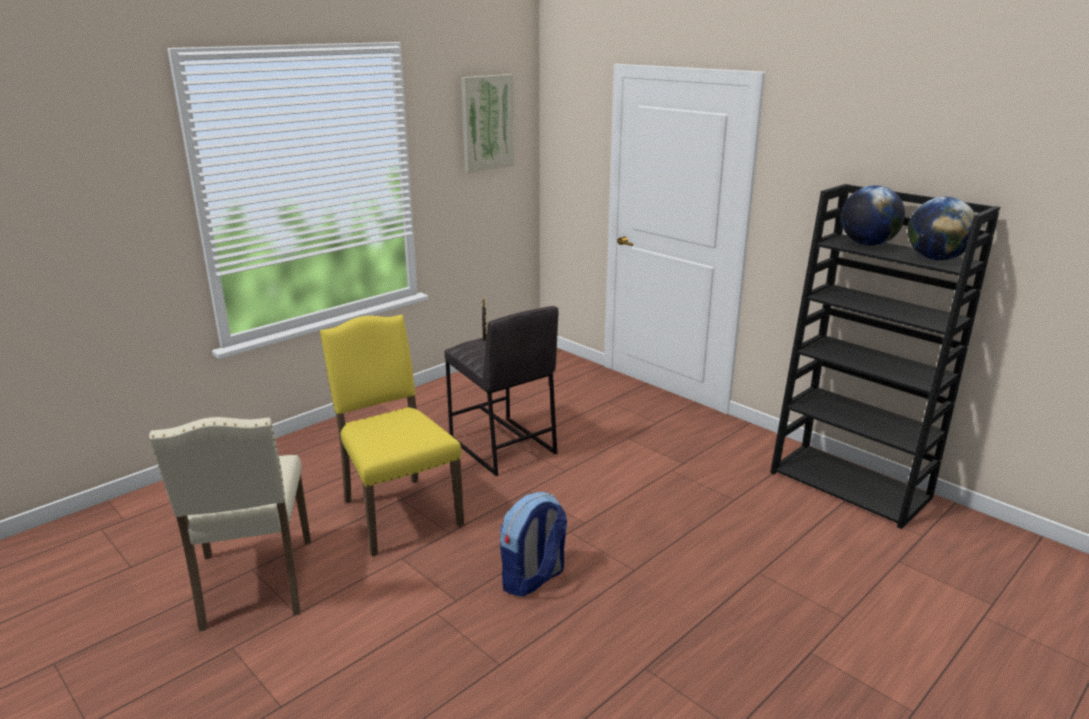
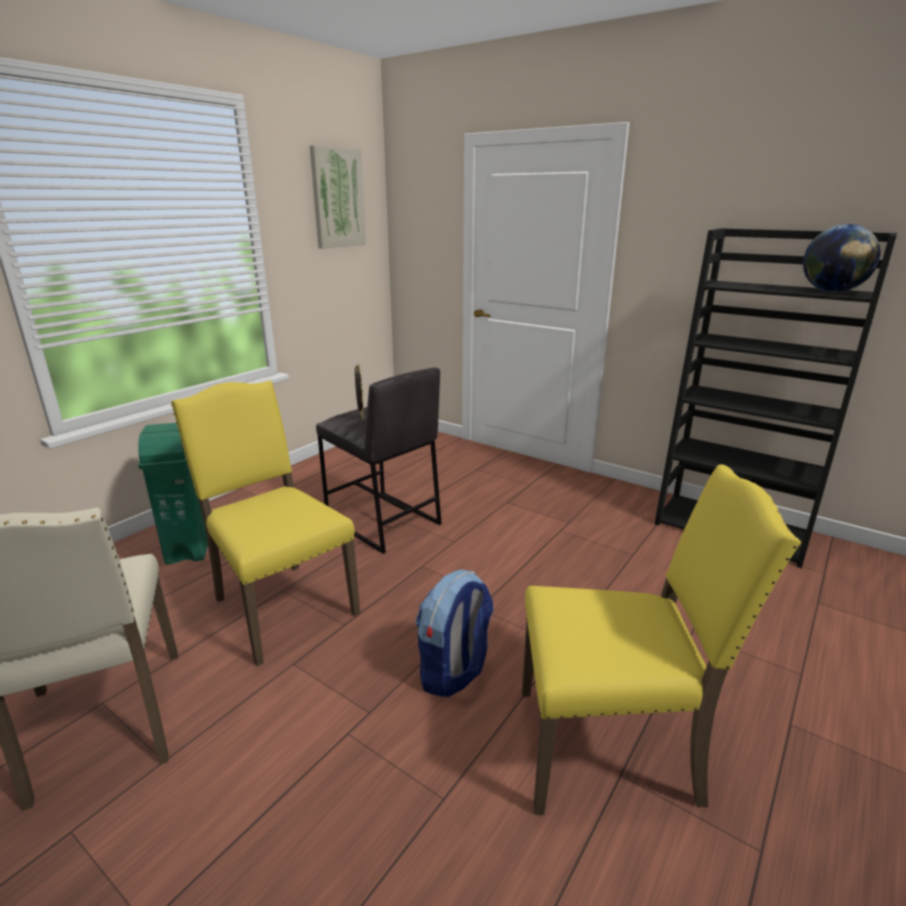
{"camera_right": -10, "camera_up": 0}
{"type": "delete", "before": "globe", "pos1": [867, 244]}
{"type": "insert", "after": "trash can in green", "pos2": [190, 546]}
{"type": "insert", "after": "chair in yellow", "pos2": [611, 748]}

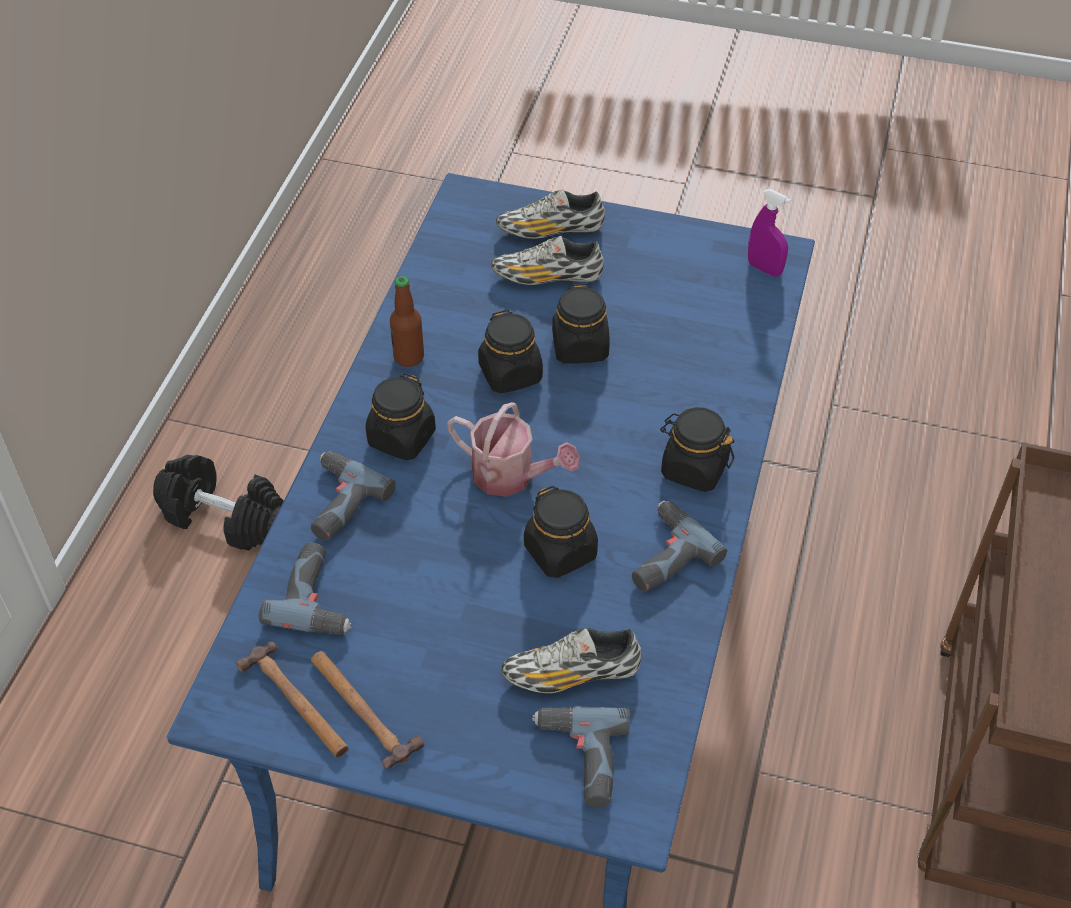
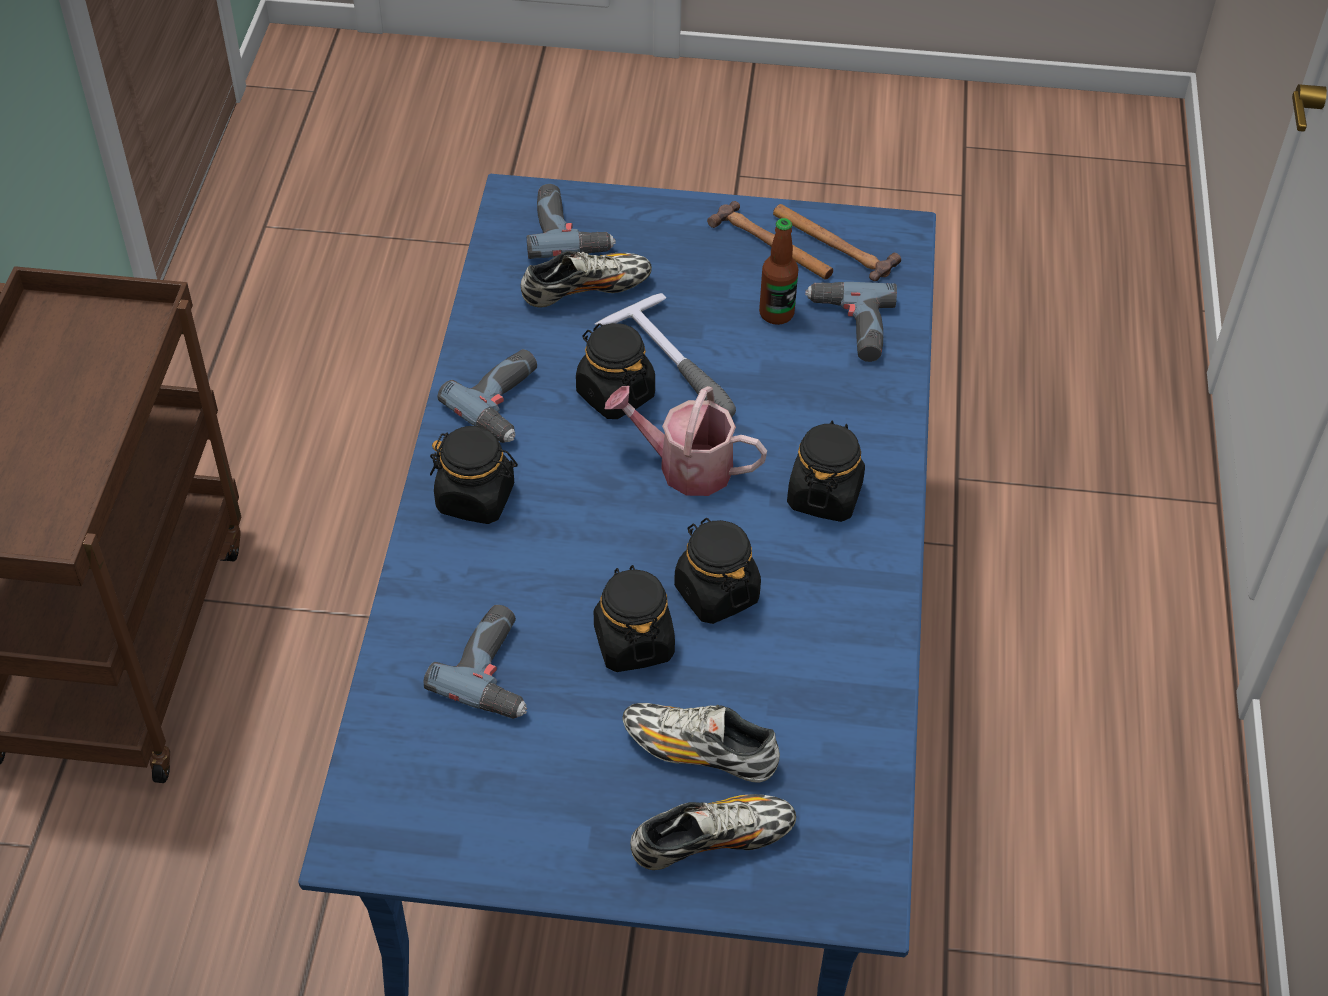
{"camera_right": 170, "camera_up": 0}
{"type": "delete", "before": "dumbbell in black", "pos1": [224, 517]}
{"type": "delete", "before": "spray bottle in purple", "pos1": [764, 268]}
{"type": "insert", "after": "hammer", "pos2": [677, 367]}
{"type": "move", "before": "power drill", "pos1": [336, 502], "pos2": [497, 670]}
{"type": "move", "before": "bottle", "pos1": [409, 357], "pos2": [776, 314]}
{"type": "rotate", "before": "shoe", "pos1": [547, 277], "pos2": [699, 752], "turn": -150}

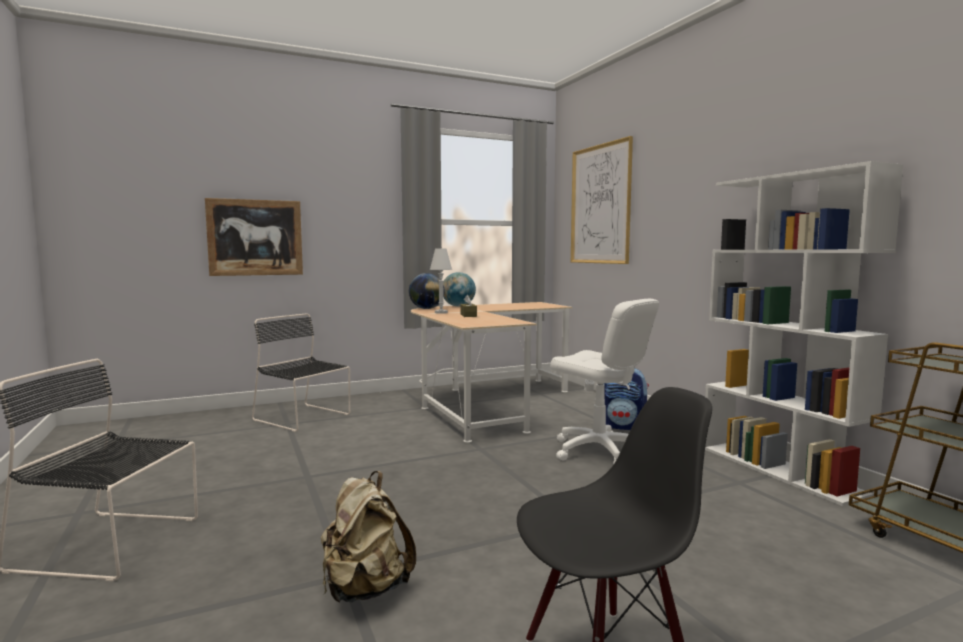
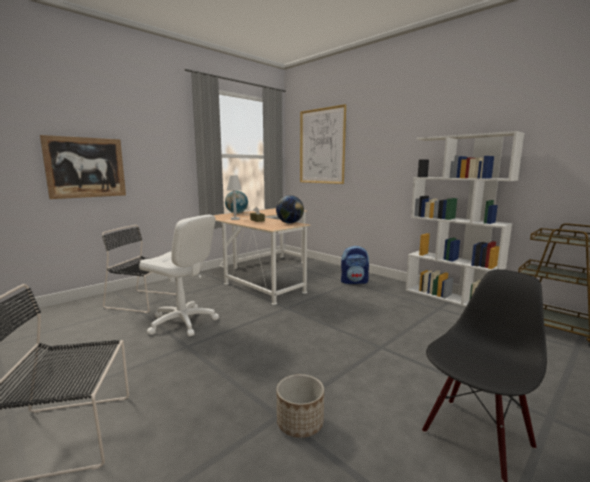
{"camera_right": -20, "camera_up": 5}
{"type": "move", "before": "globe", "pos1": [426, 308], "pos2": [290, 223]}
{"type": "move", "before": "office chair in white", "pos1": [599, 451], "pos2": [182, 322]}
{"type": "replace", "before": "backpack in beige", "after": "planter", "pos1": [364, 589], "pos2": [300, 423]}

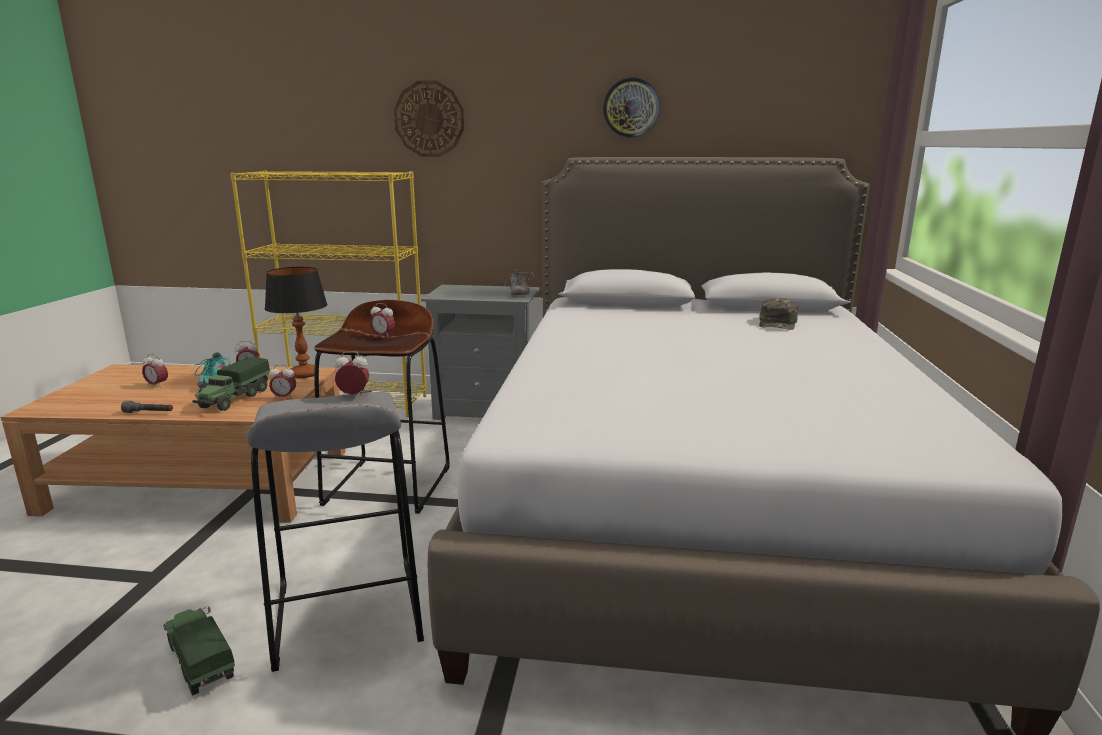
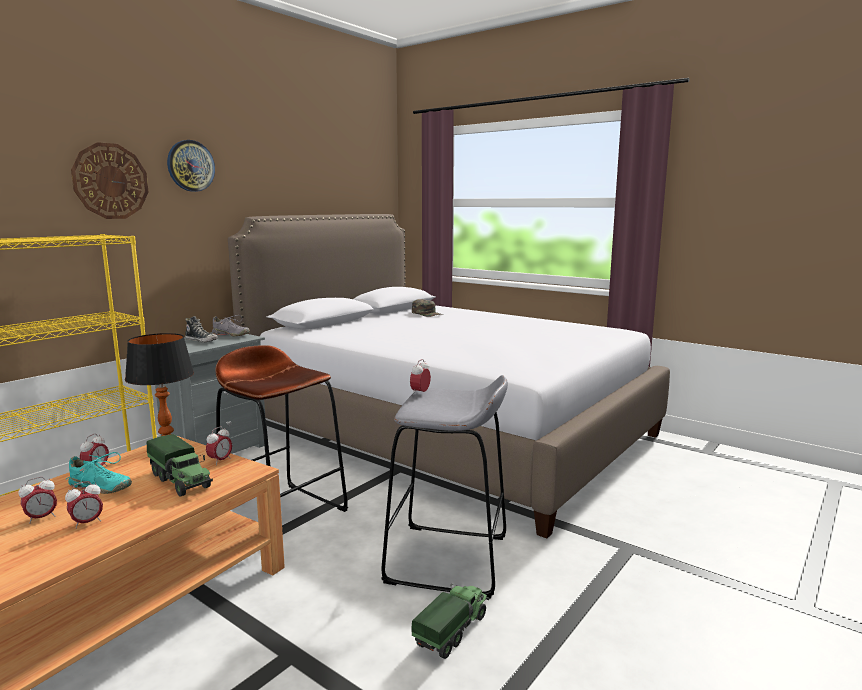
{"camera_right": -60, "camera_up": -5}
{"type": "delete", "before": "flashlight in grey", "pos1": [149, 413]}
{"type": "insert", "after": "shoe", "pos2": [202, 340]}
{"type": "move", "before": "alarm clock", "pos1": [383, 336], "pos2": [87, 523]}
{"type": "move", "before": "wall clock", "pos1": [631, 108], "pos2": [190, 166]}
{"type": "rotate", "before": "toy truck", "pos1": [200, 661], "pos2": [453, 630], "turn": 135}

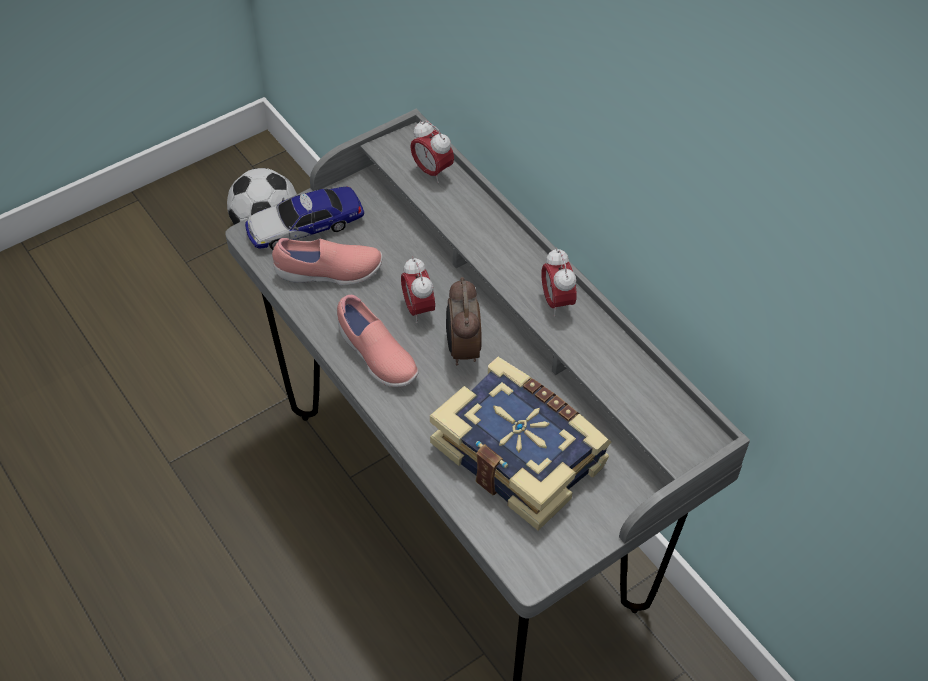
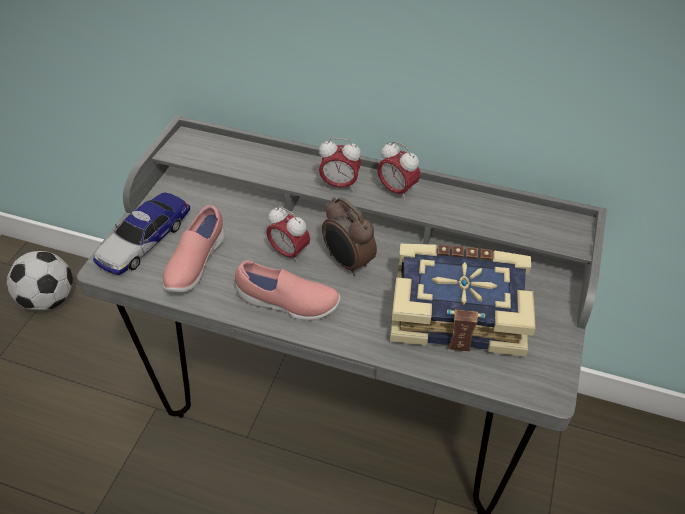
{"camera_right": -35, "camera_up": -5}
{"type": "move", "before": "alarm clock", "pos1": [432, 171], "pos2": [339, 185]}
{"type": "rotate", "before": "shoe in pink", "pos1": [329, 273], "pos2": [195, 264], "turn": 150}

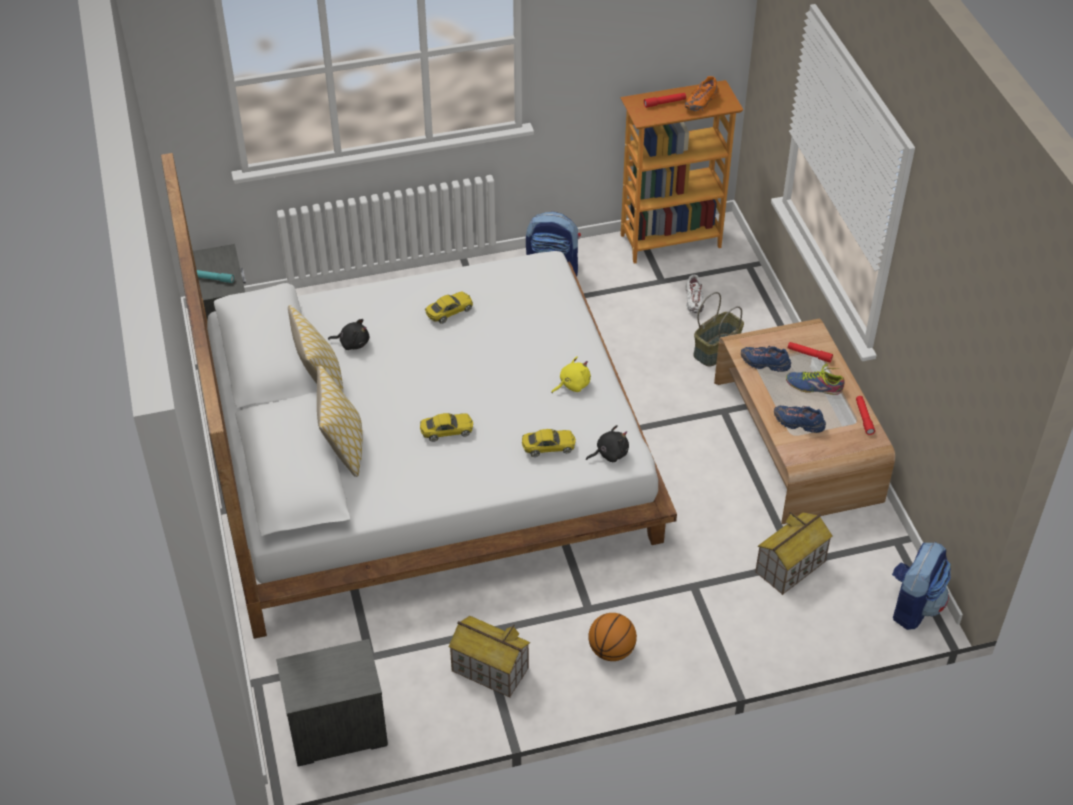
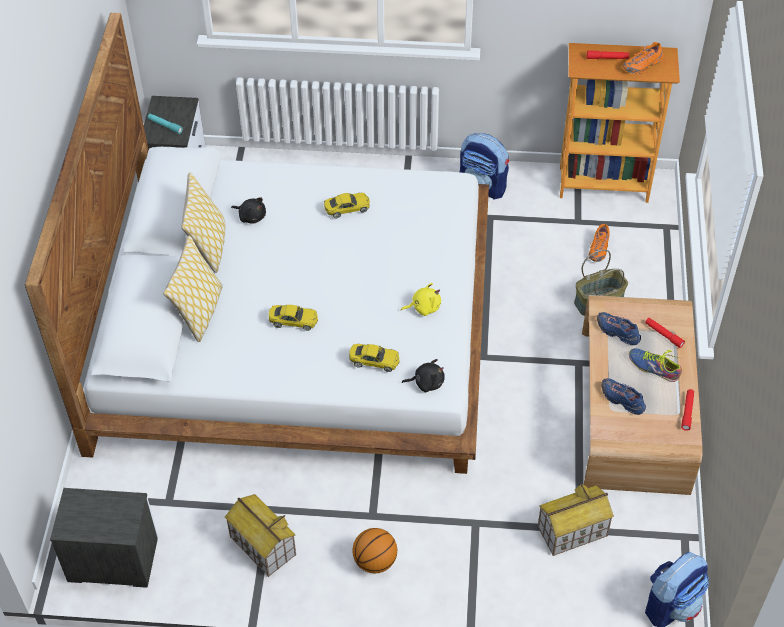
{"camera_right": 20, "camera_up": 5}
{"type": "recolor", "before": "shoe in white", "after": "shoe in orange", "pos1": [694, 301], "pos2": [599, 248]}

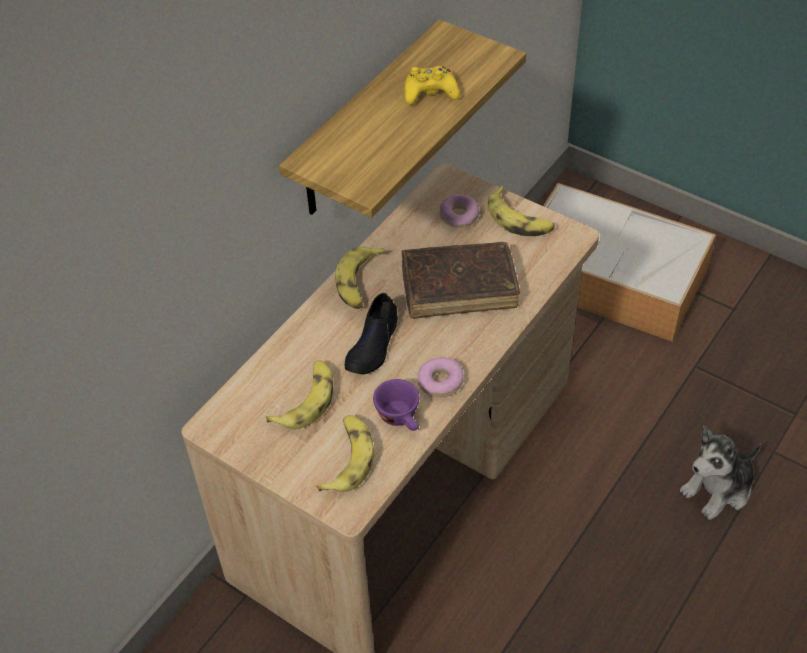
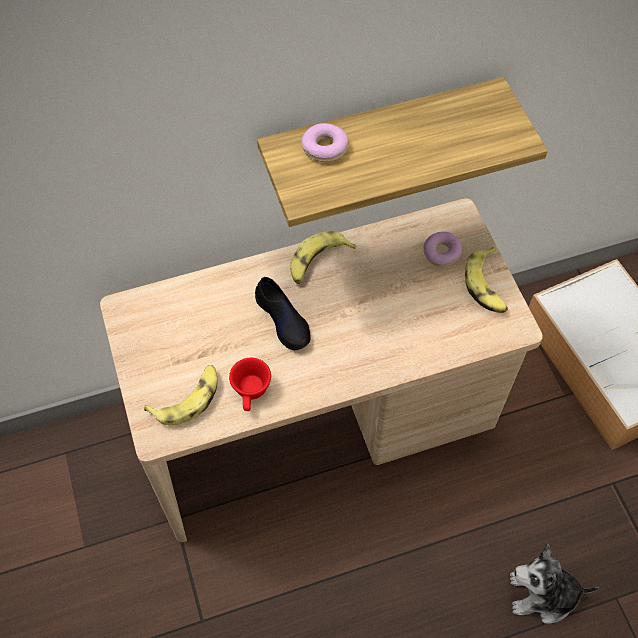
{"camera_right": 35, "camera_up": 10}
{"type": "delete", "before": "banana", "pos1": [306, 400]}
{"type": "delete", "before": "book in brown", "pos1": [459, 287]}
{"type": "delete", "before": "game controller in yellow", "pos1": [430, 92]}
{"type": "move", "before": "donut", "pos1": [440, 382], "pos2": [324, 148]}
{"type": "recolor", "before": "cup in purple", "after": "cup in red", "pos1": [401, 418], "pos2": [251, 393]}
{"type": "rotate", "before": "shoe in black", "pos1": [373, 345], "pos2": [283, 319], "turn": -90}

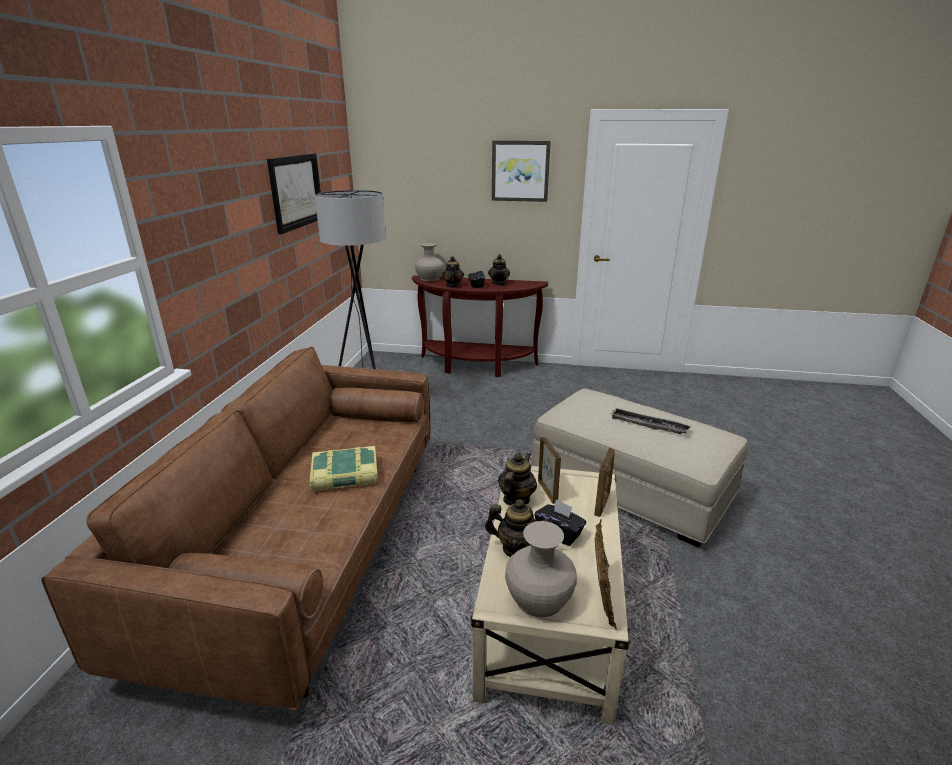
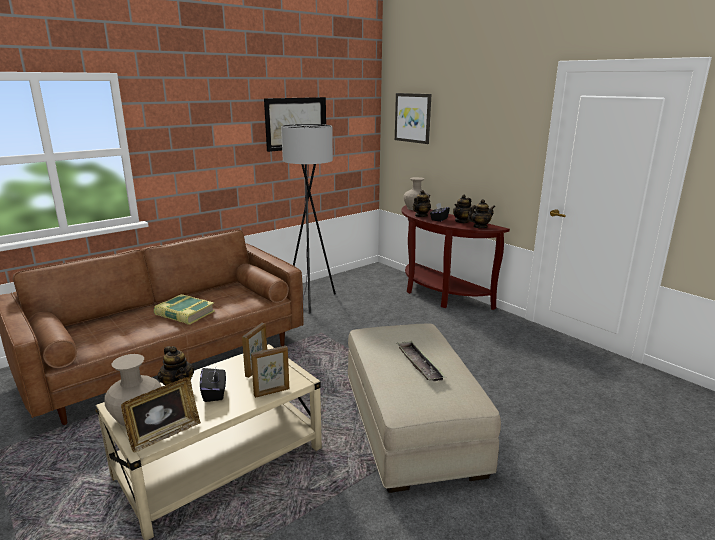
{"camera_right": 40, "camera_up": -5}
{"type": "move", "before": "picture", "pos1": [520, 171], "pos2": [413, 118]}
{"type": "move", "before": "teapot", "pos1": [516, 499], "pos2": [480, 227]}

